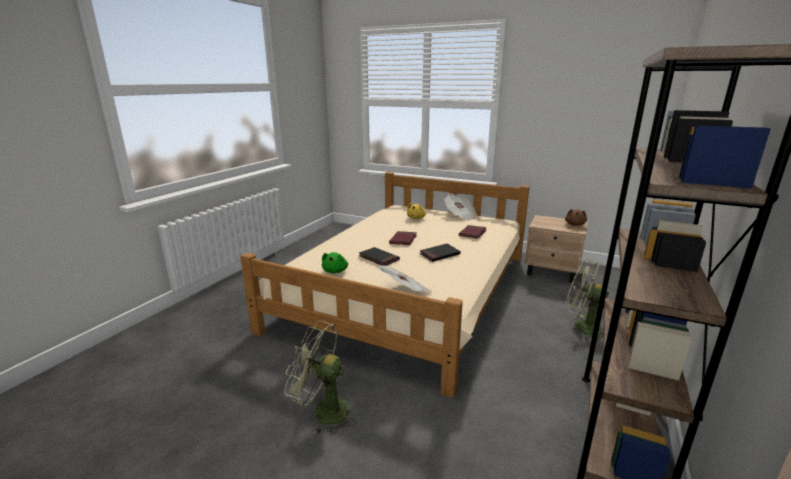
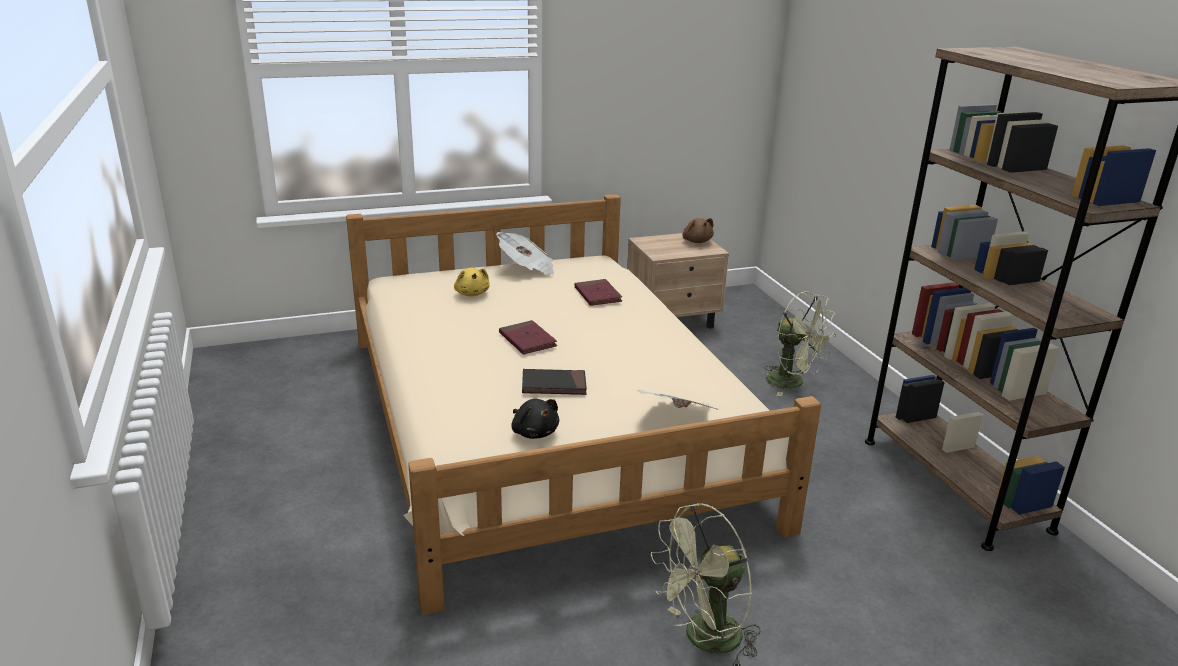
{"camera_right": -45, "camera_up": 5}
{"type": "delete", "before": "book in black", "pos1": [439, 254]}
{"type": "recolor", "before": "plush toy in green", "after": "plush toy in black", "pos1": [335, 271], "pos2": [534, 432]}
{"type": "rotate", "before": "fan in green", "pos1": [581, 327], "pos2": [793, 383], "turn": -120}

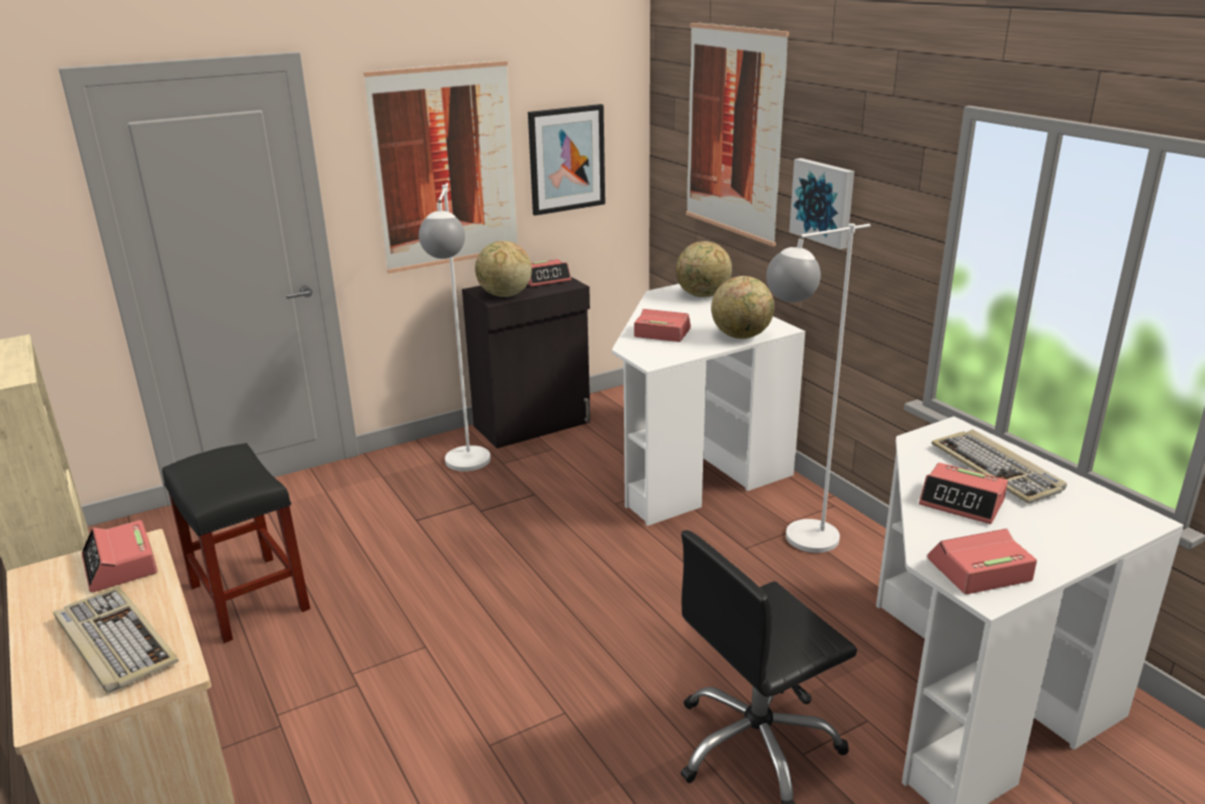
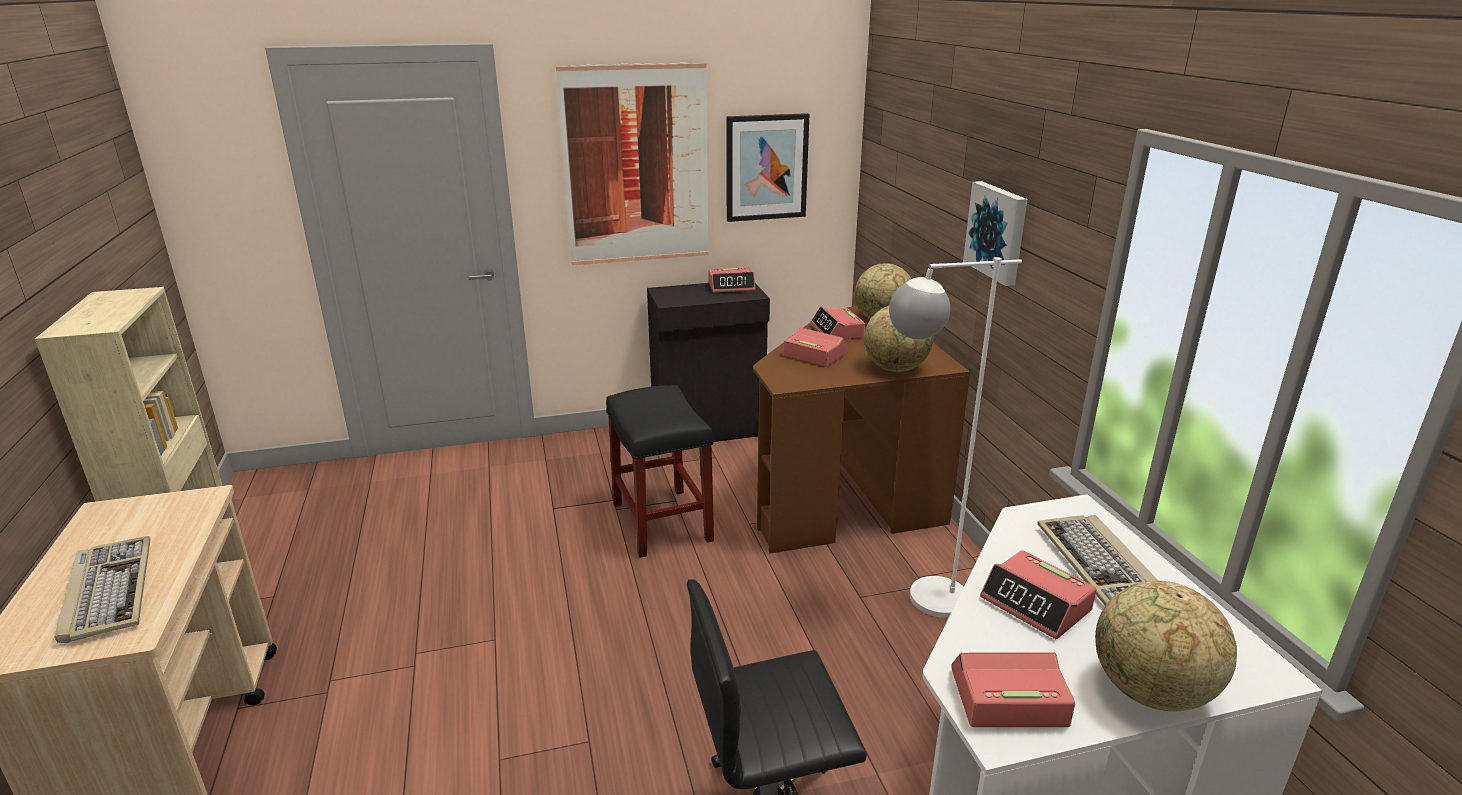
{"camera_right": 15, "camera_up": 0}
{"type": "delete", "before": "floor lamp in white", "pos1": [467, 468]}
{"type": "delete", "before": "picture", "pos1": [733, 131]}
{"type": "move", "before": "alarm clock", "pos1": [120, 565], "pos2": [837, 331]}
{"type": "move", "before": "stool in black", "pos1": [248, 596], "pos2": [660, 521]}
{"type": "move", "before": "globe", "pos1": [505, 295], "pos2": [1150, 692]}
{"type": "recolor", "before": "desk in white", "after": "desk in brown", "pos1": [690, 462], "pos2": [845, 493]}

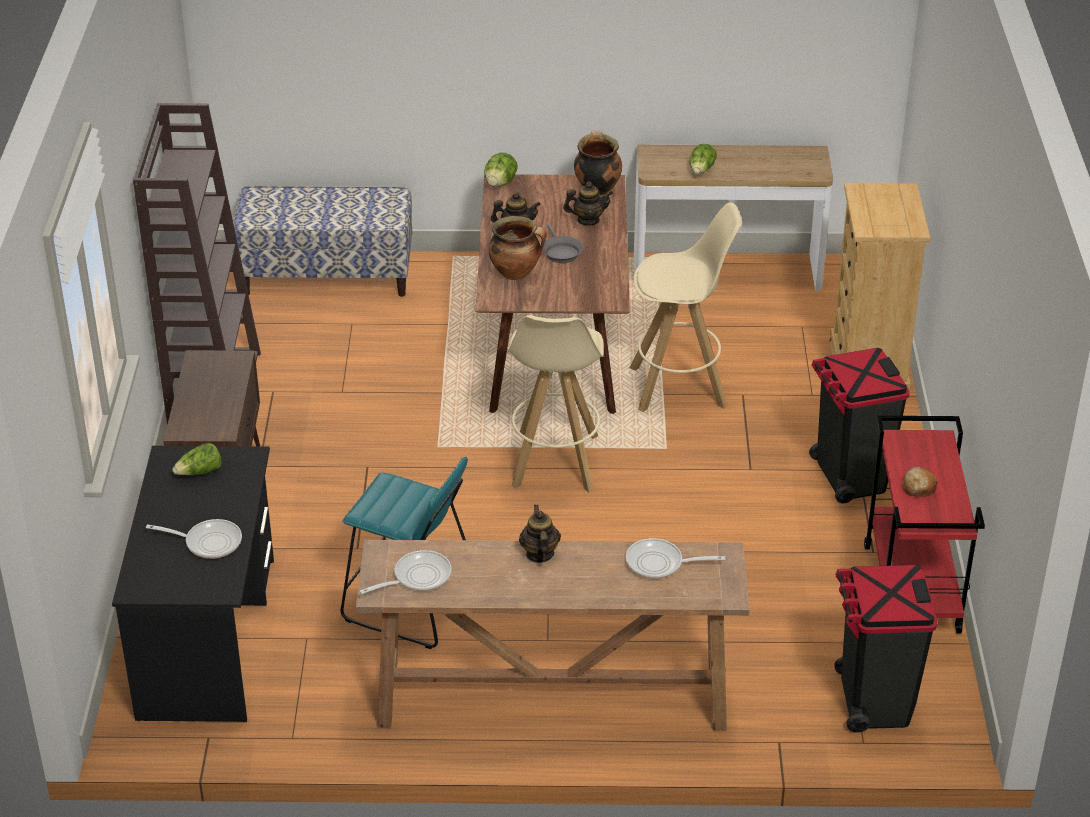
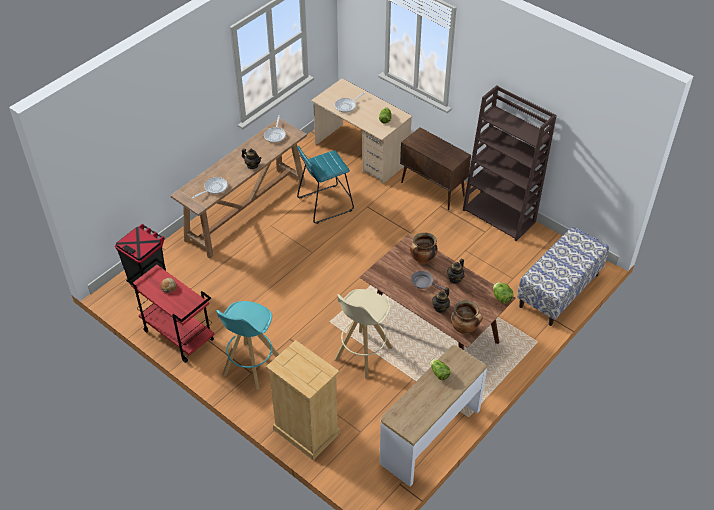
{"camera_right": 130, "camera_up": 10}
{"type": "delete", "before": "stool in beige", "pos1": [555, 462]}
{"type": "replace", "before": "trash can in black", "after": "stool in turquoise", "pos1": [850, 477], "pos2": [250, 366]}
{"type": "recolor", "before": "desk in black", "after": "desk in beige", "pos1": [208, 637], "pos2": [361, 154]}

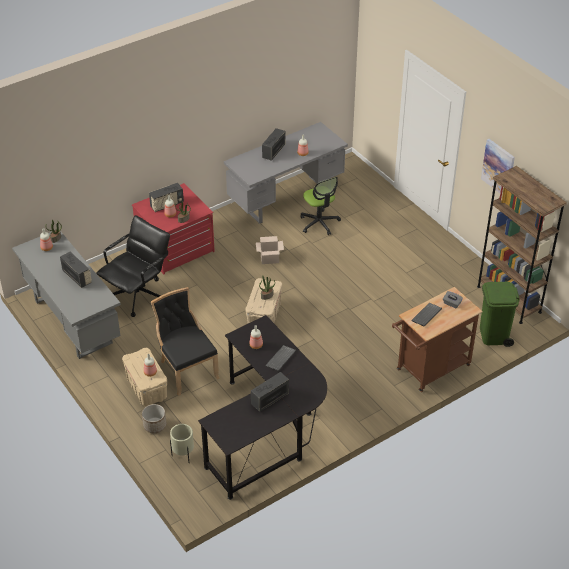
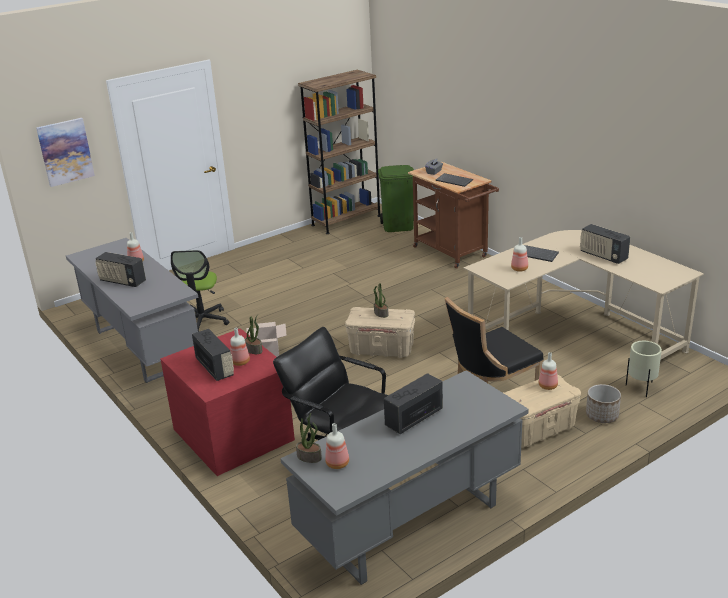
{"camera_right": -90, "camera_up": -15}
{"type": "move", "before": "picture", "pos1": [498, 167], "pos2": [65, 152]}
{"type": "recolor", "before": "desk in black", "after": "desk in beige", "pos1": [268, 430], "pos2": [574, 335]}
{"type": "rotate", "before": "office chair", "pos1": [319, 223], "pos2": [202, 321], "turn": 120}

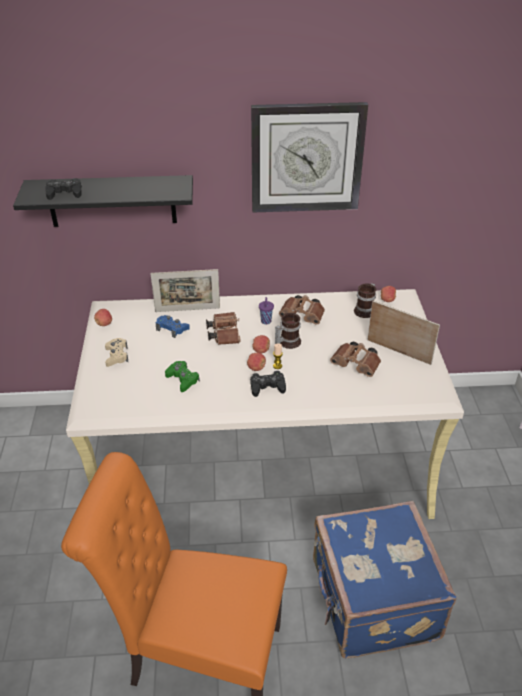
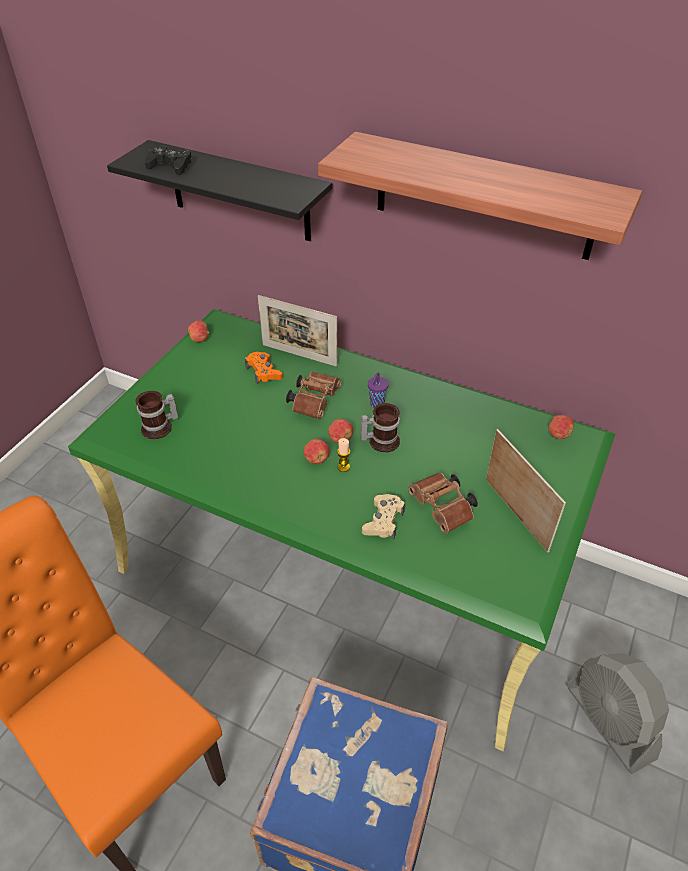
{"camera_right": 30, "camera_up": 5}
{"type": "delete", "before": "game controller in green", "pos1": [182, 379]}
{"type": "delete", "before": "game controller in black", "pos1": [267, 387]}
{"type": "delete", "before": "binoculars in brown", "pos1": [303, 316]}
{"type": "insert", "after": "fan in grey", "pos2": [609, 722]}
{"type": "move", "before": "game controller in beige", "pos1": [116, 356], "pos2": [383, 521]}
{"type": "move", "before": "mug", "pos1": [366, 310], "pos2": [160, 428]}
{"type": "replace", "before": "wall clock", "after": "shelf", "pos1": [306, 158], "pos2": [484, 197]}
{"type": "recolor", "before": "desk in beige", "after": "desk in green", "pos1": [262, 458], "pos2": [345, 566]}
{"type": "recolor", "before": "game controller in blue", "after": "game controller in orange", "pos1": [172, 329], "pos2": [263, 372]}

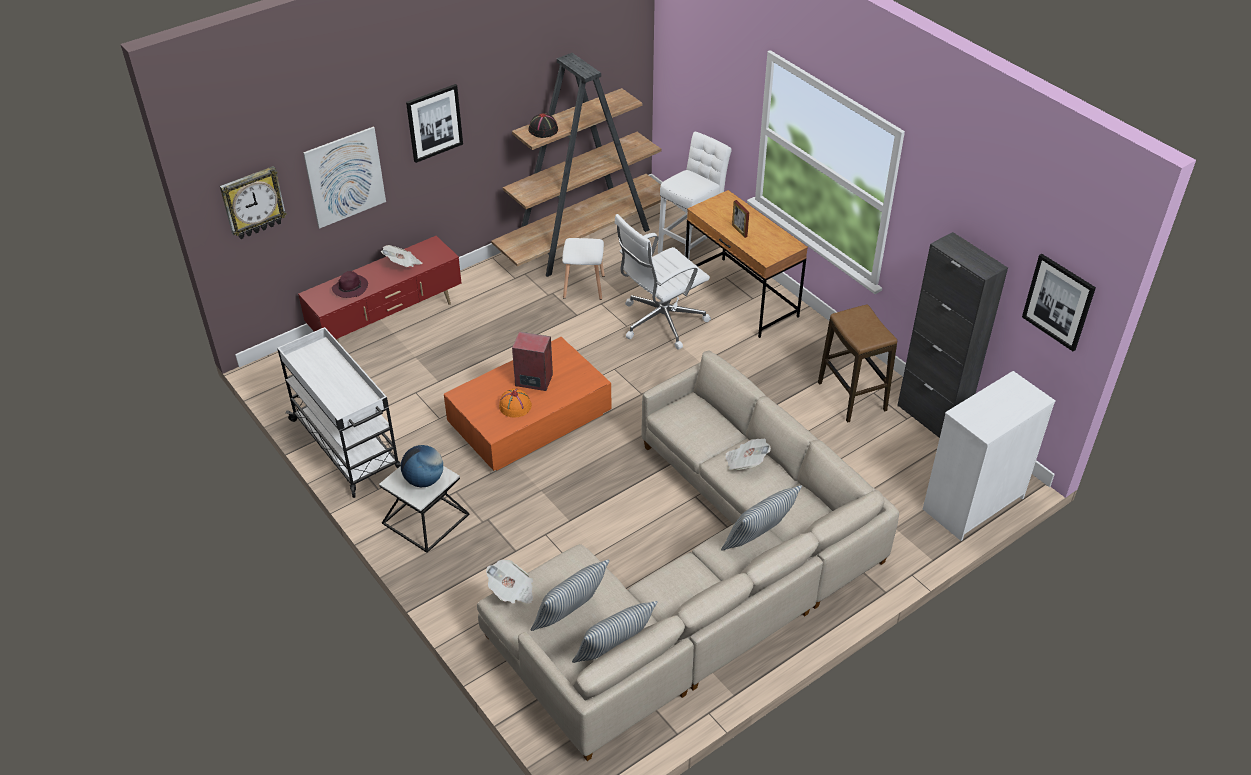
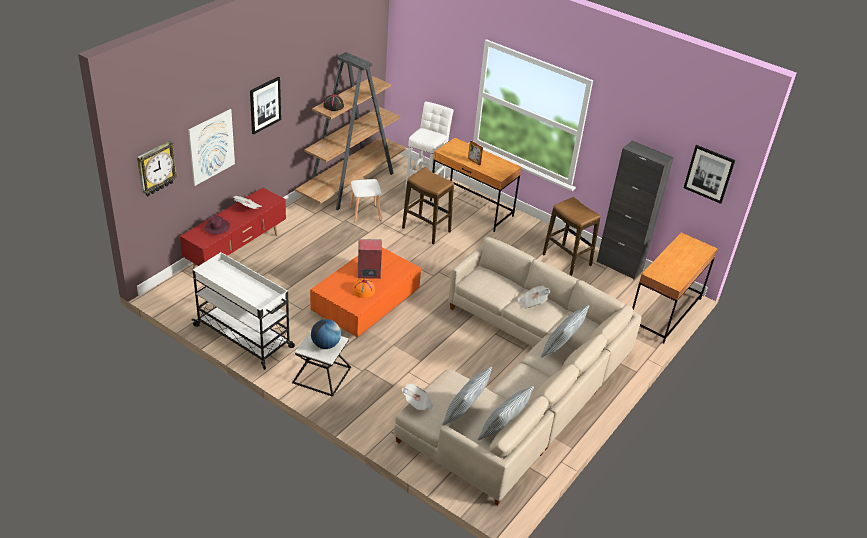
{"camera_right": -20, "camera_up": -5}
{"type": "replace", "before": "office chair in white", "after": "stool", "pos1": [660, 322], "pos2": [426, 230]}
{"type": "replace", "before": "dresser in white", "after": "desk in brown", "pos1": [972, 503], "pos2": [664, 312]}

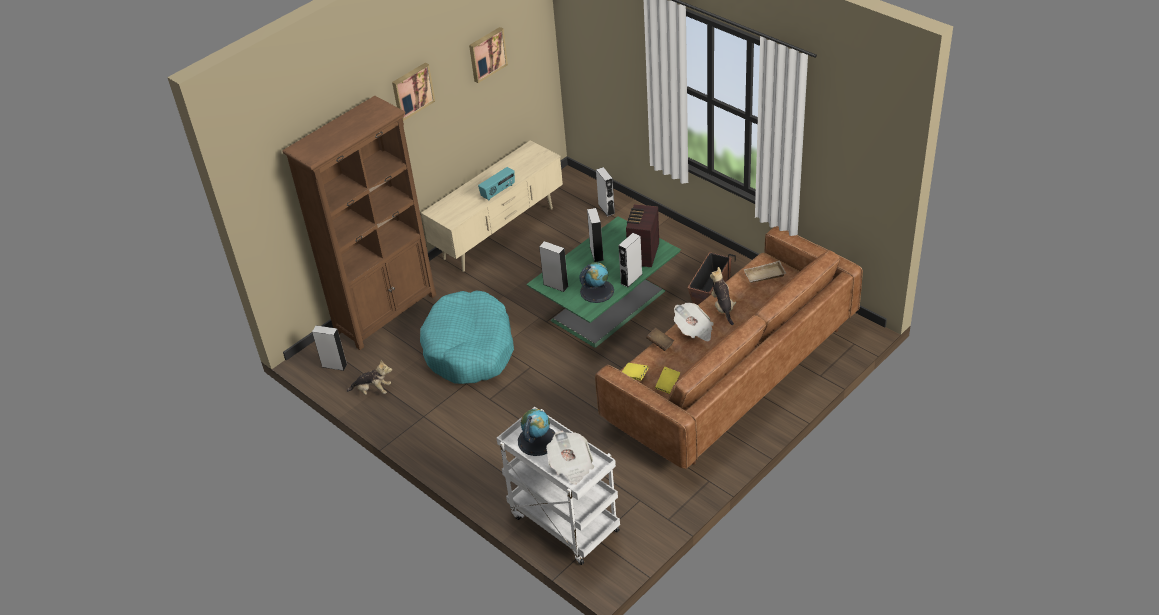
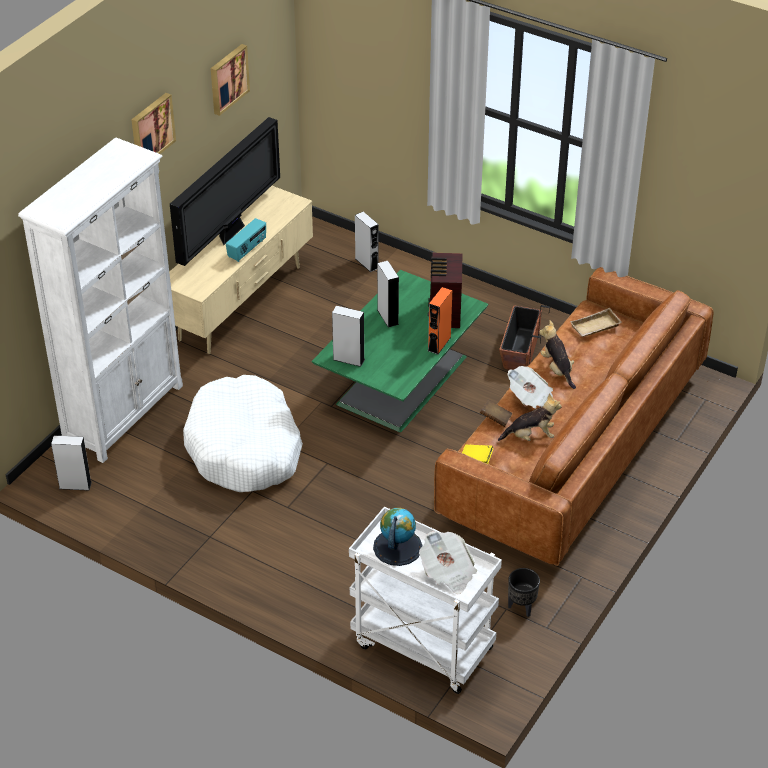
{"camera_right": -15, "camera_up": 0}
{"type": "delete", "before": "globe", "pos1": [597, 291]}
{"type": "delete", "before": "book in yellow", "pos1": [668, 385]}
{"type": "insert", "after": "television", "pos2": [231, 232]}
{"type": "insert", "after": "planter in black", "pos2": [522, 607]}
{"type": "move", "before": "plush toy", "pos1": [373, 390], "pos2": [531, 436]}
{"type": "recolor", "before": "bookcase in brown", "after": "bookcase in white", "pos1": [386, 313], "pos2": [124, 414]}
{"type": "recolor", "before": "dog bed in turquoise", "after": "dog bed in white", "pos1": [469, 349], "pos2": [244, 448]}
{"type": "recolor", "before": "speaker in grey", "after": "speaker in orange", "pos1": [631, 278], "pos2": [439, 344]}

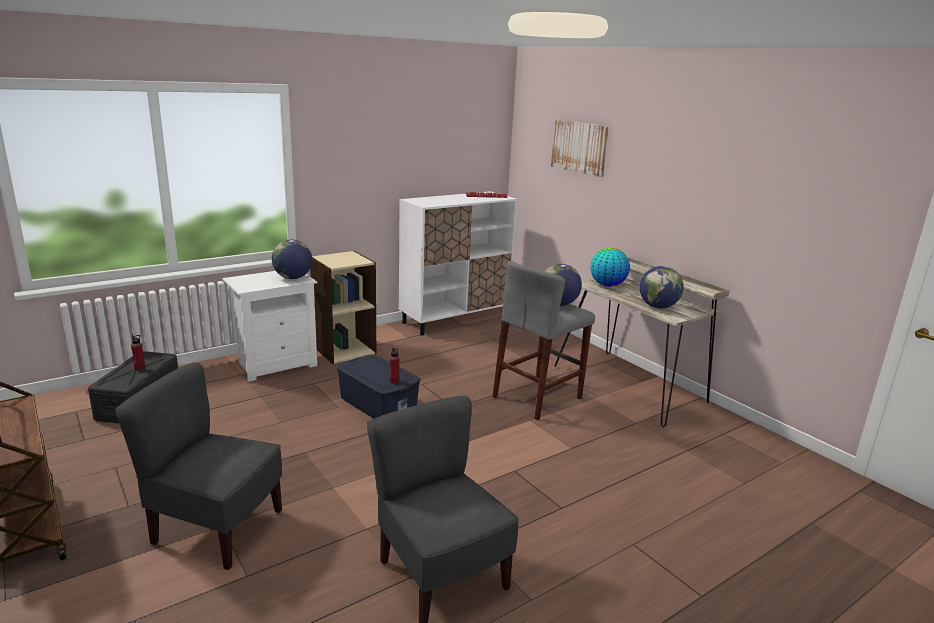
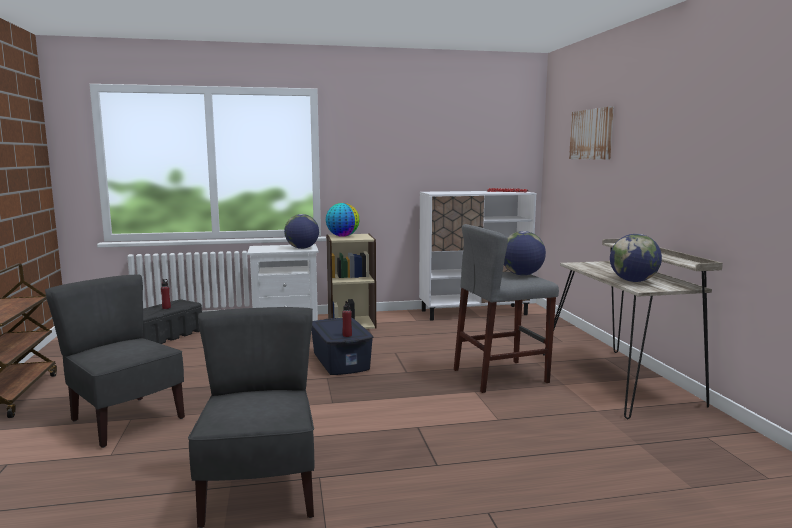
{"camera_right": 25, "camera_up": -10}
{"type": "move", "before": "globe", "pos1": [607, 285], "pos2": [342, 236]}

